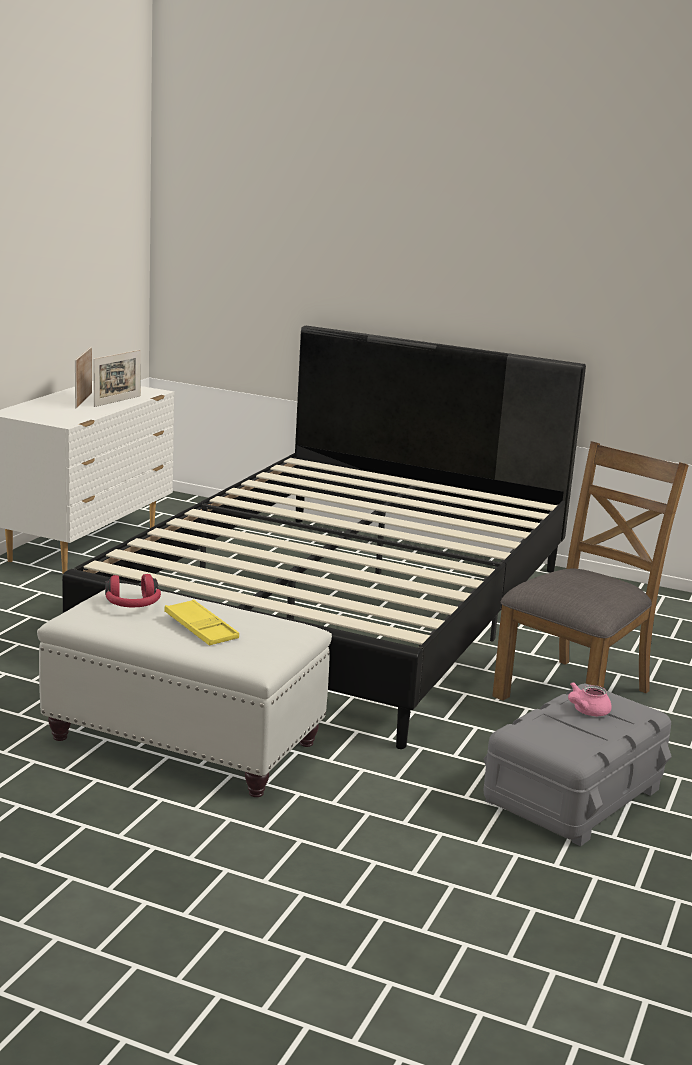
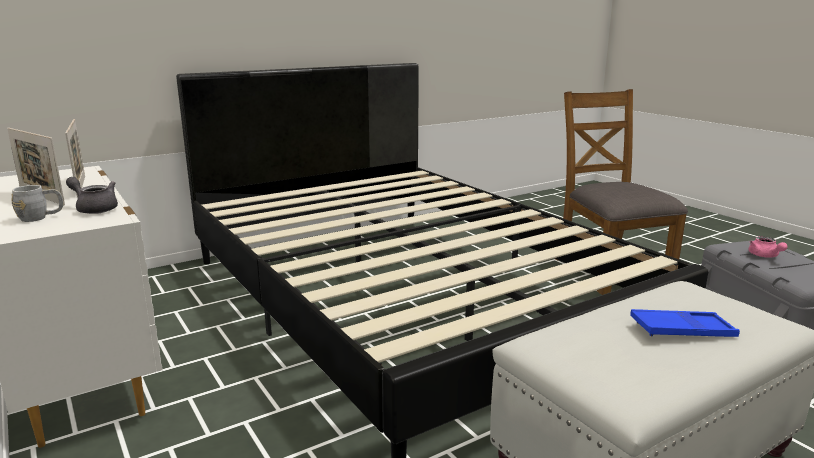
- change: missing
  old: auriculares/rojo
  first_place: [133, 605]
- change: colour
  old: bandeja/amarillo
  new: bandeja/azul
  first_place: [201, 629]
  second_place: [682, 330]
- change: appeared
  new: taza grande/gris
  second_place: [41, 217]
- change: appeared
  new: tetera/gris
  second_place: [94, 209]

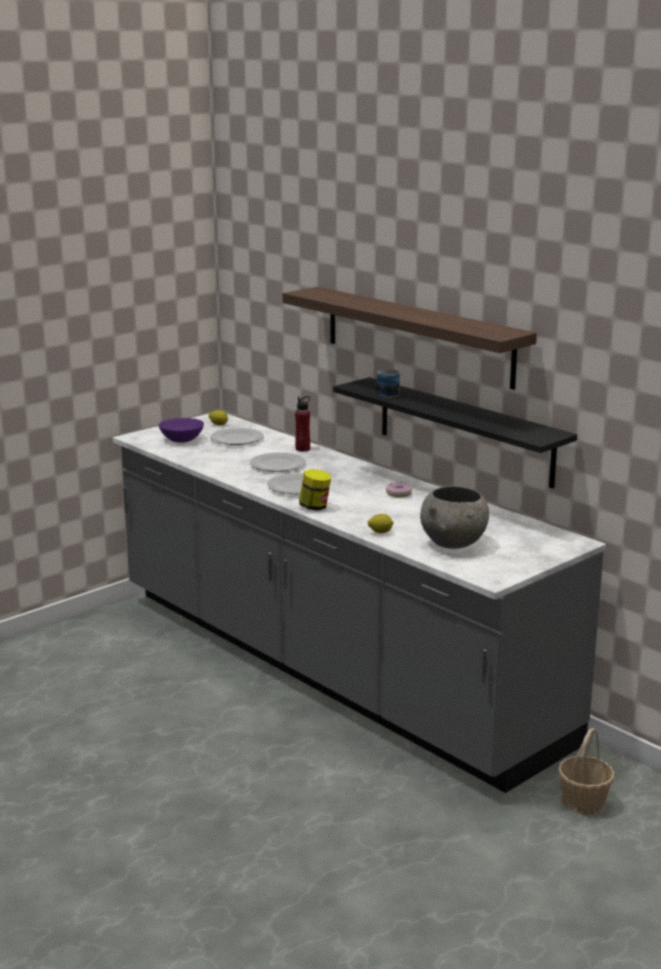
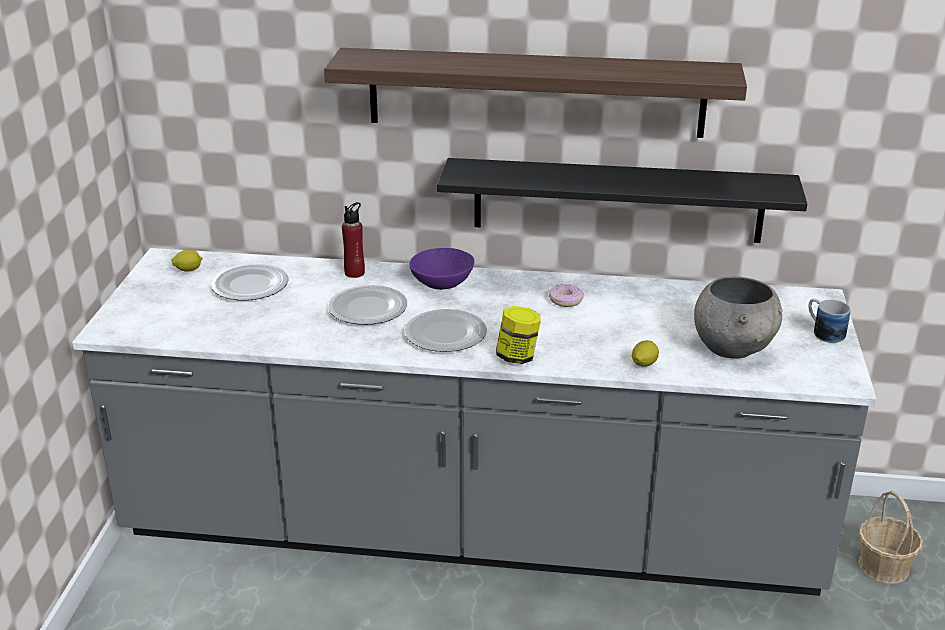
- change: relocated
  old: cuenco/morado
  first_place: [182, 440]
  second_place: [442, 283]
- change: relocated
  old: taza grande
  first_place: [388, 393]
  second_place: [823, 332]

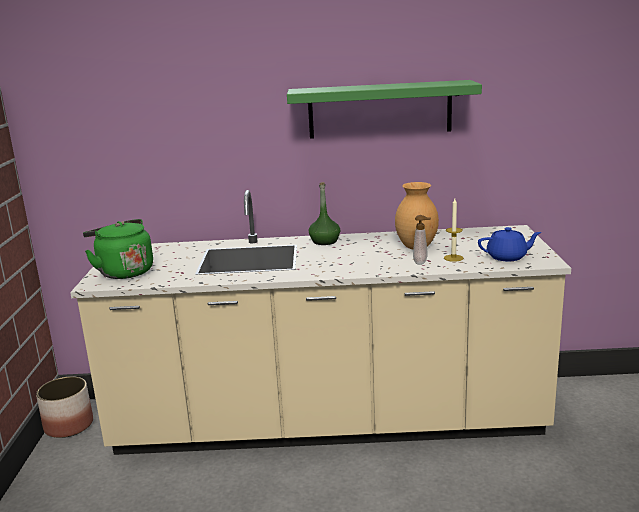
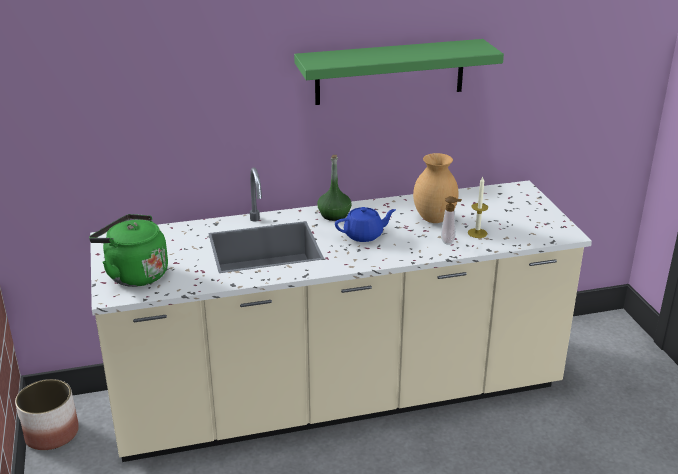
- change: relocated
  old: tetera/azul
  first_place: [507, 257]
  second_place: [364, 235]

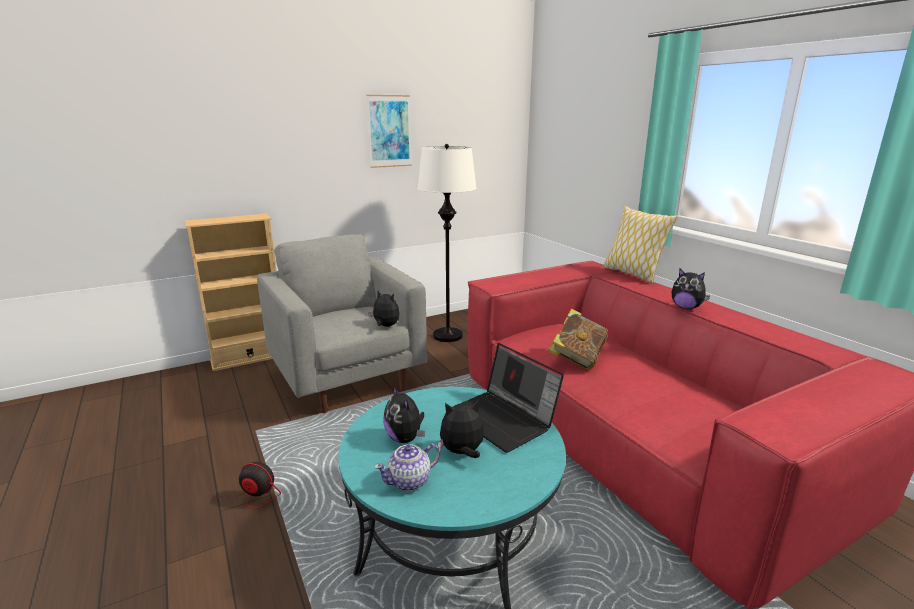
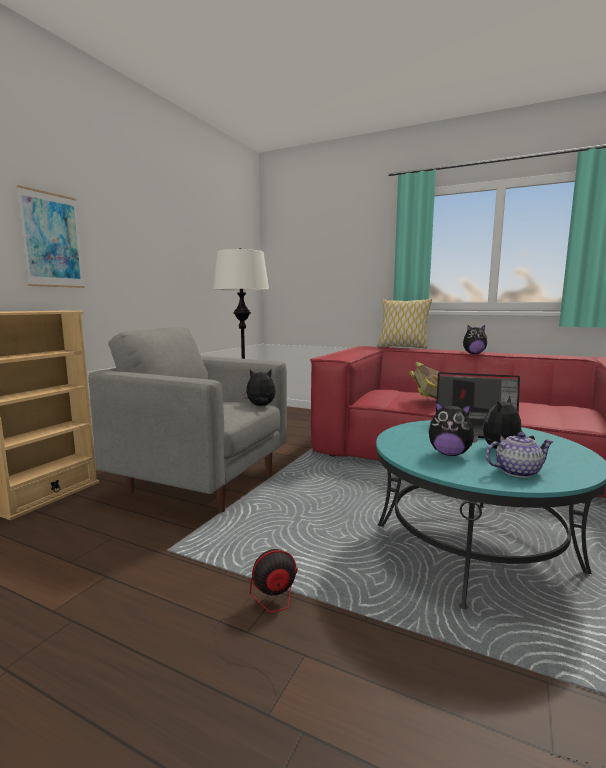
- change: relocated
  old: cuadro
  first_place: [389, 131]
  second_place: [52, 240]
- change: spun
  old: tetera
  first_place: [409, 481]
  second_place: [516, 472]
  degrees: -120

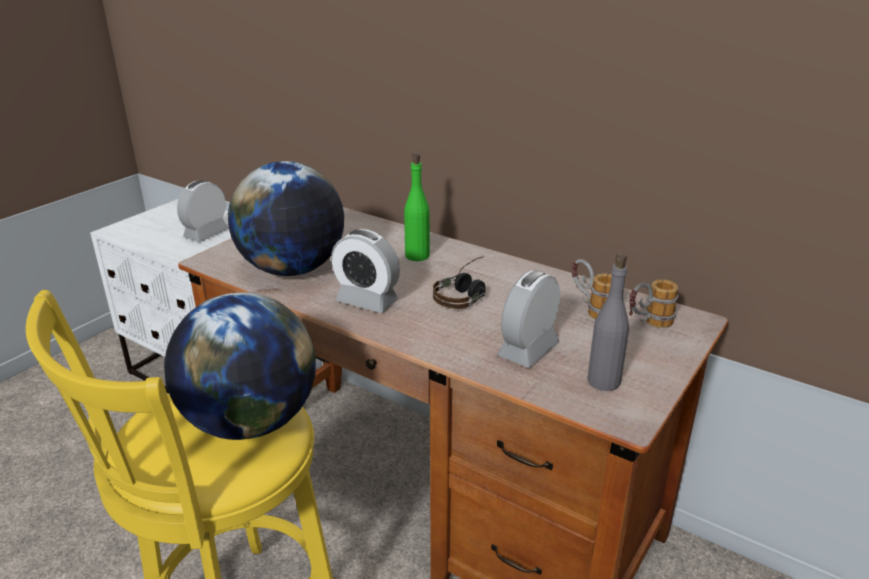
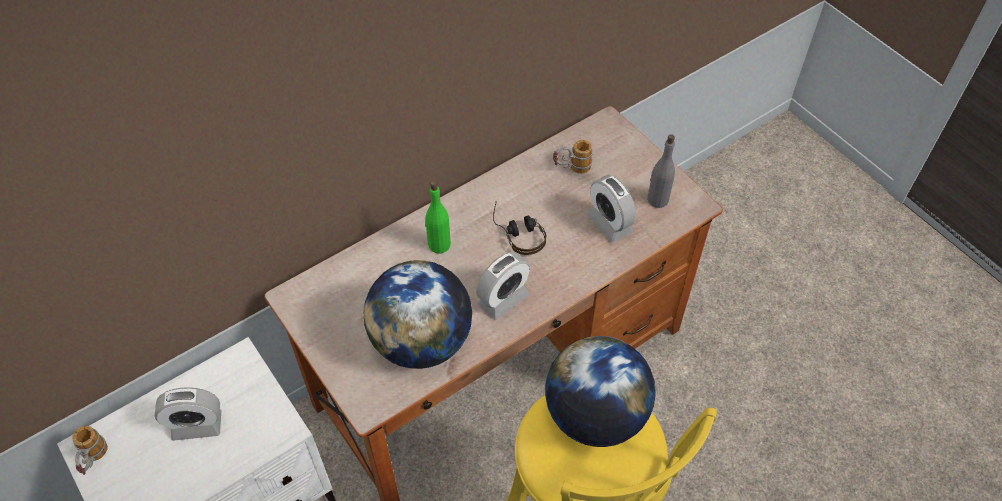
- change: spun
  old: despertador
  first_place: [206, 234]
  second_place: [197, 425]
  degrees: -60
- change: relocated
  old: taza grande
  first_place: [648, 324]
  second_place: [94, 460]

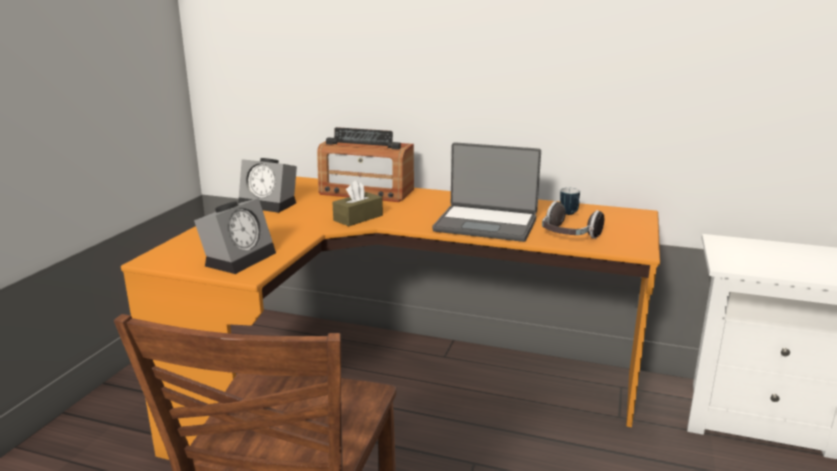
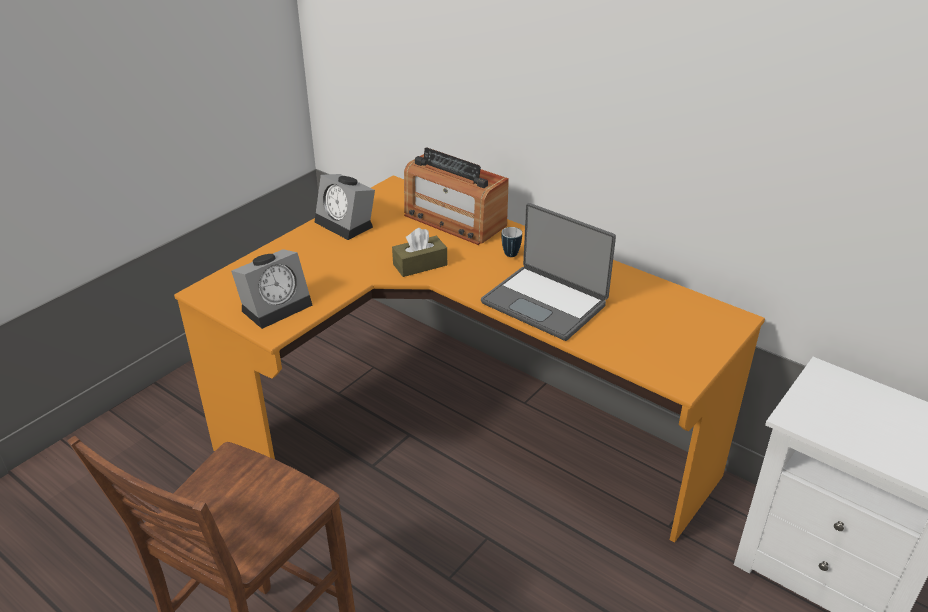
- change: missing
  old: auriculares
  first_place: [568, 236]
- change: relocated
  old: taza grande
  first_place: [570, 214]
  second_place: [511, 256]

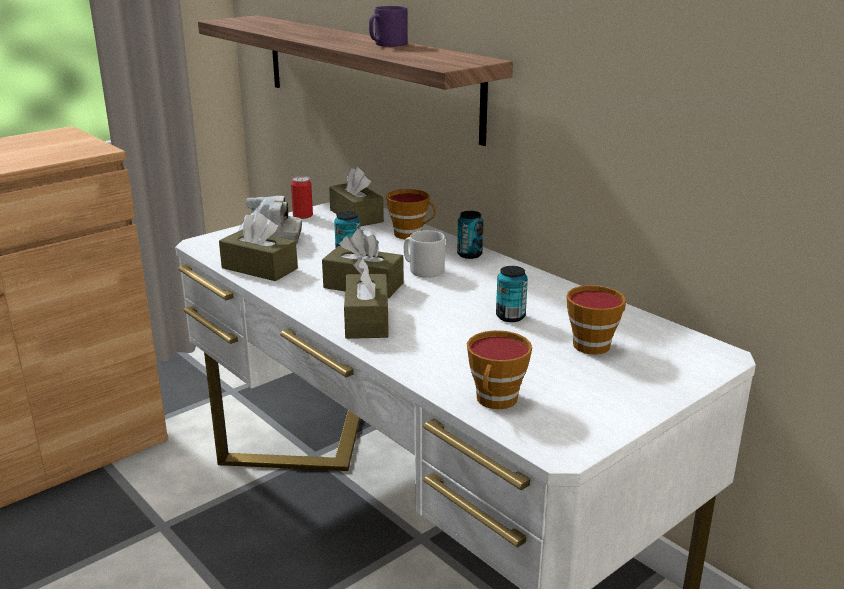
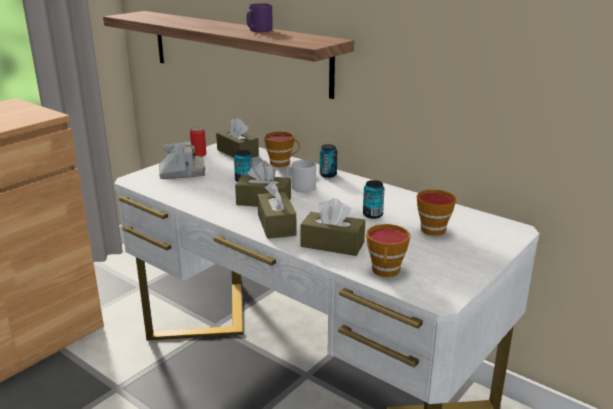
- change: relocated
  old: caja de pañuelos/marrón
  first_place: [259, 268]
  second_place: [332, 244]

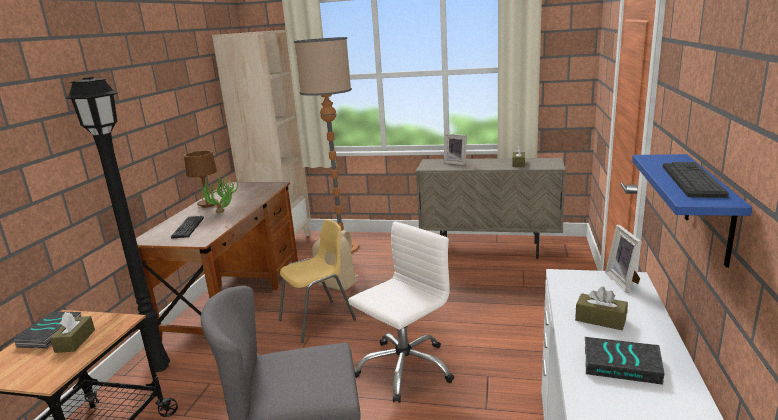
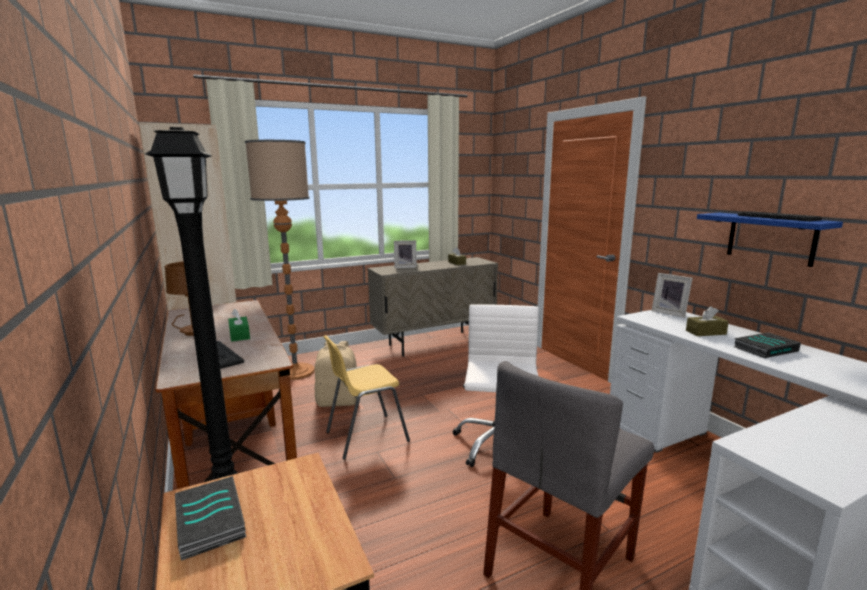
- change: missing
  old: caja de pañuelos/marrón
  first_place: [75, 341]
- change: exchanged
  old: planta en maceta
  new: caja de pañuelos/verde
  first_place: [224, 213]
  second_place: [239, 335]
- change: spun
  old: silla/amarillo
  first_place: [318, 320]
  second_place: [365, 436]
  degrees: -135

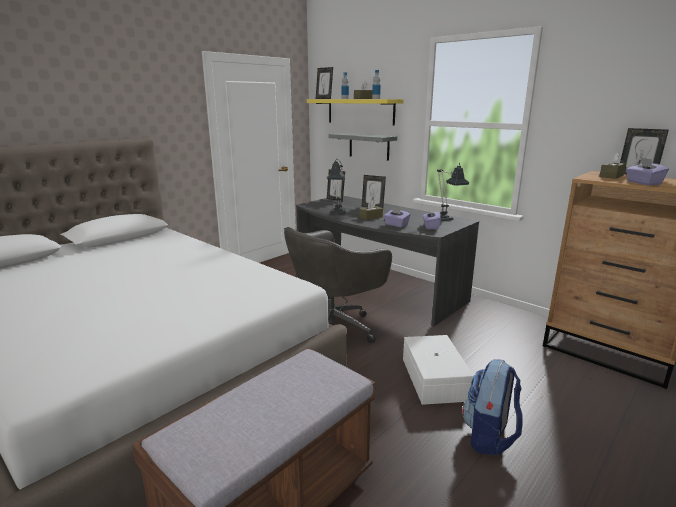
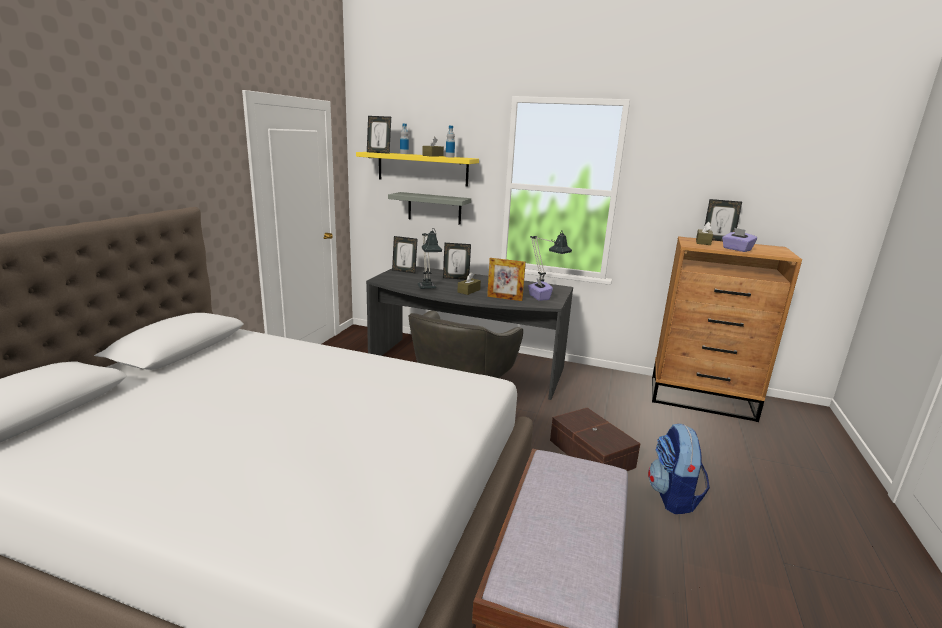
- change: exchanged
  old: caja de pañuelos/morado
  new: portarretratos
  first_place: [396, 225]
  second_place: [504, 298]
- change: colour
  old: caja de almacenaje/blanco
  new: caja de almacenaje/marrón
  first_place: [433, 379]
  second_place: [590, 454]

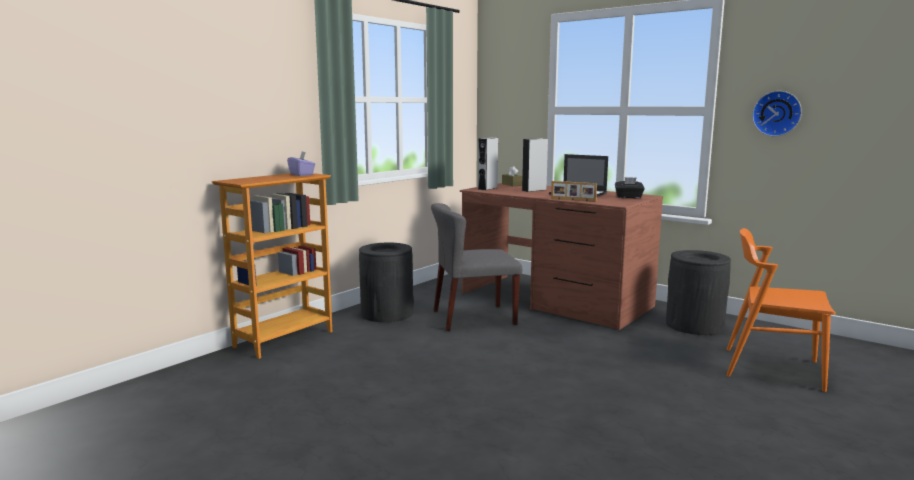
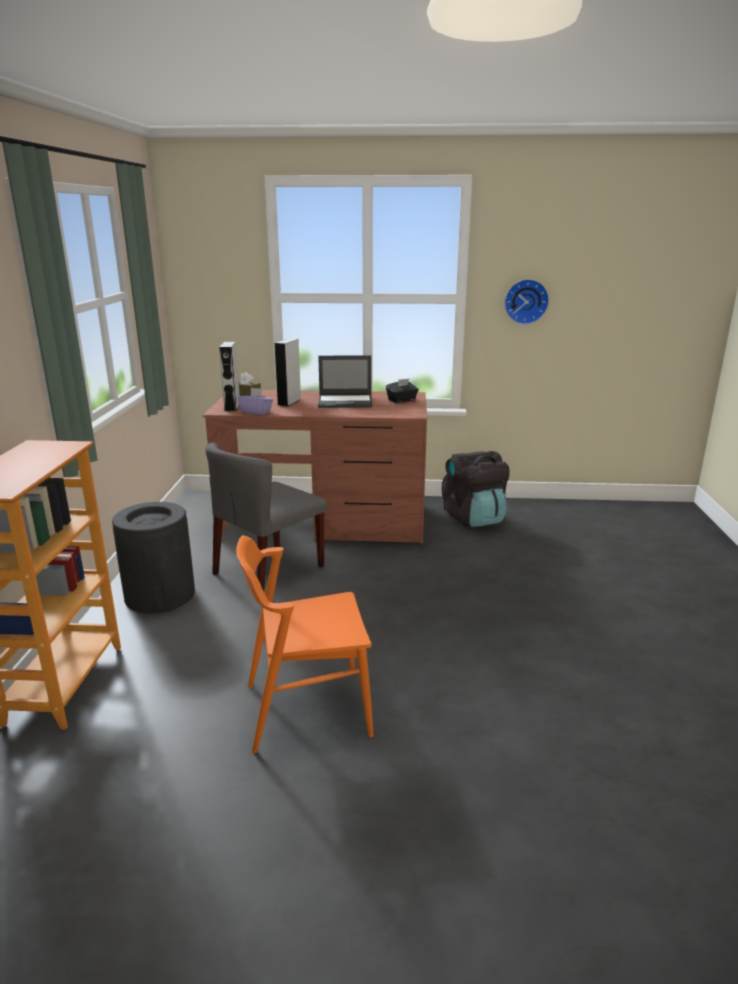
- change: relocated
  old: caja de pañuelos/morado
  first_place: [302, 174]
  second_place: [256, 412]
- change: missing
  old: portarretratos
  first_place: [573, 200]
- change: exchanged
  old: papelera/negro
  new: mochila/negro
  first_place: [694, 325]
  second_place: [474, 518]
- change: relocated
  old: silla/naranja
  first_place: [772, 368]
  second_place: [306, 709]

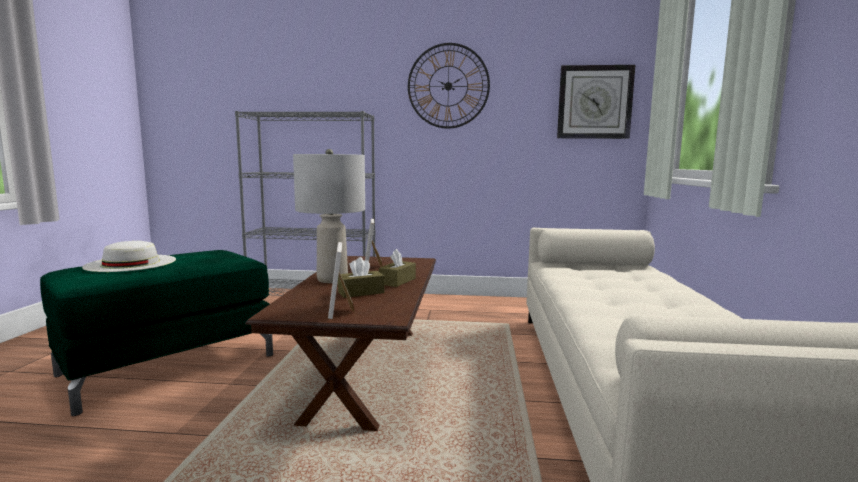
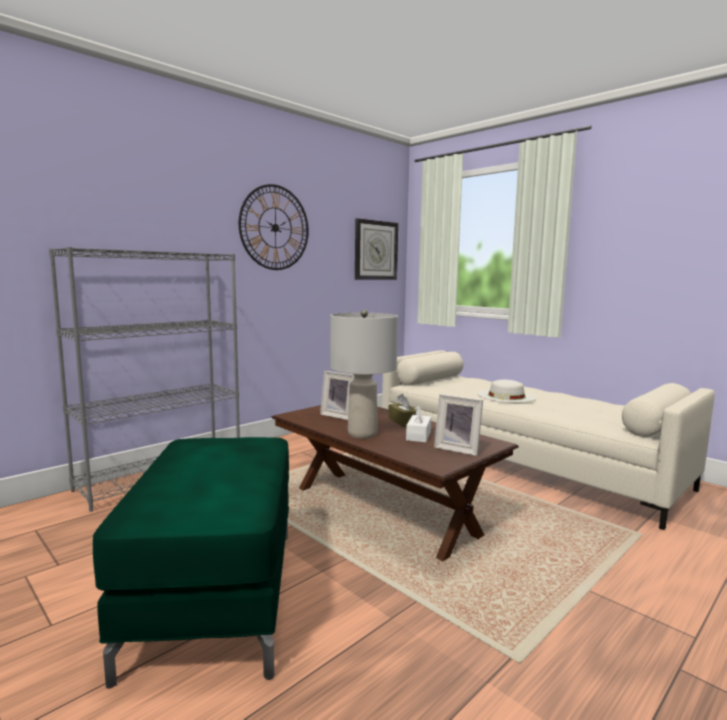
- change: relocated
  old: sombrero/blanco
  first_place: [131, 263]
  second_place: [506, 396]
- change: colour
  old: caja de pañuelos/marrón
  new: caja de pañuelos/blanco
  first_place: [361, 292]
  second_place: [418, 435]

